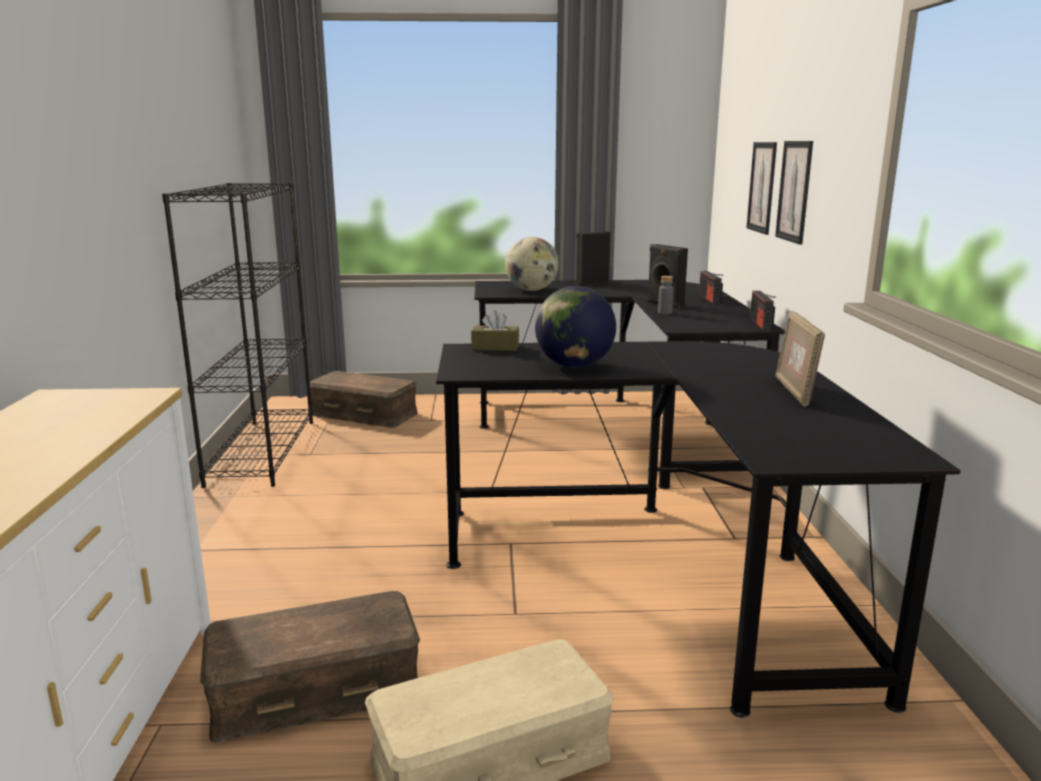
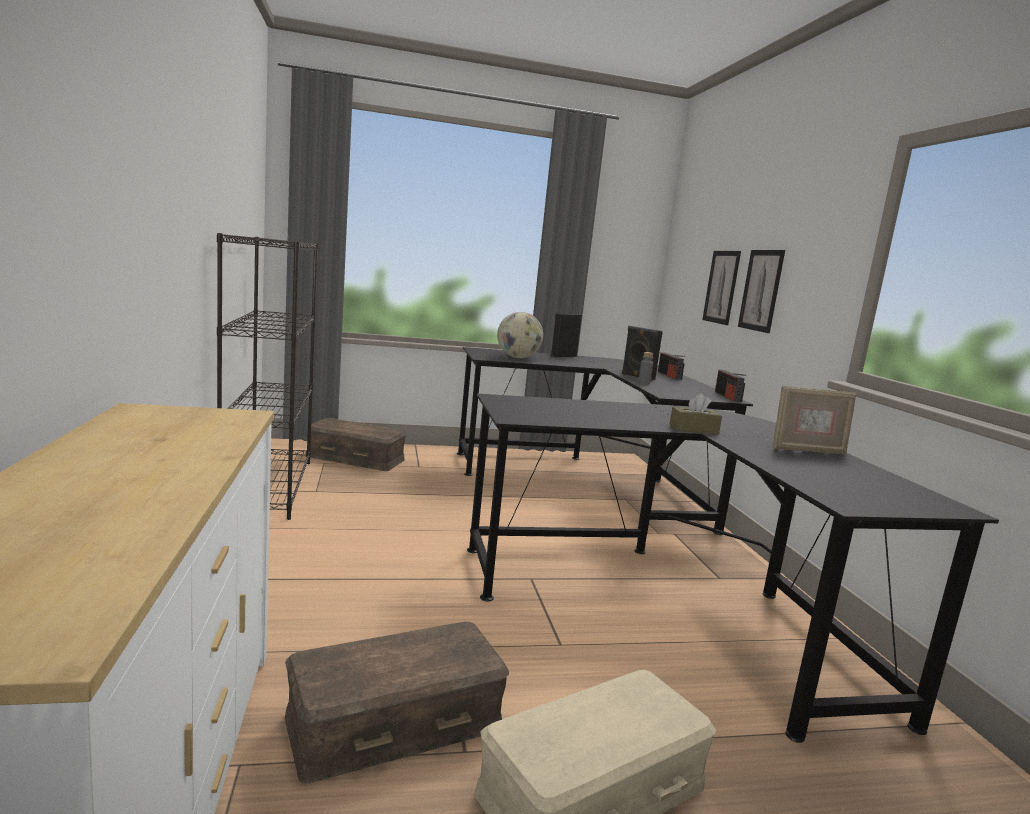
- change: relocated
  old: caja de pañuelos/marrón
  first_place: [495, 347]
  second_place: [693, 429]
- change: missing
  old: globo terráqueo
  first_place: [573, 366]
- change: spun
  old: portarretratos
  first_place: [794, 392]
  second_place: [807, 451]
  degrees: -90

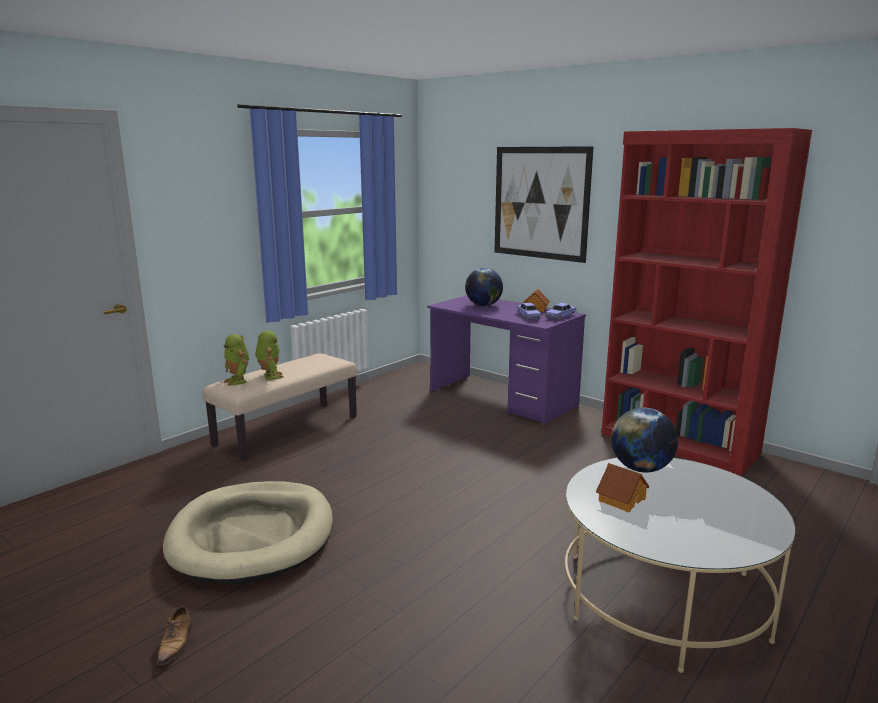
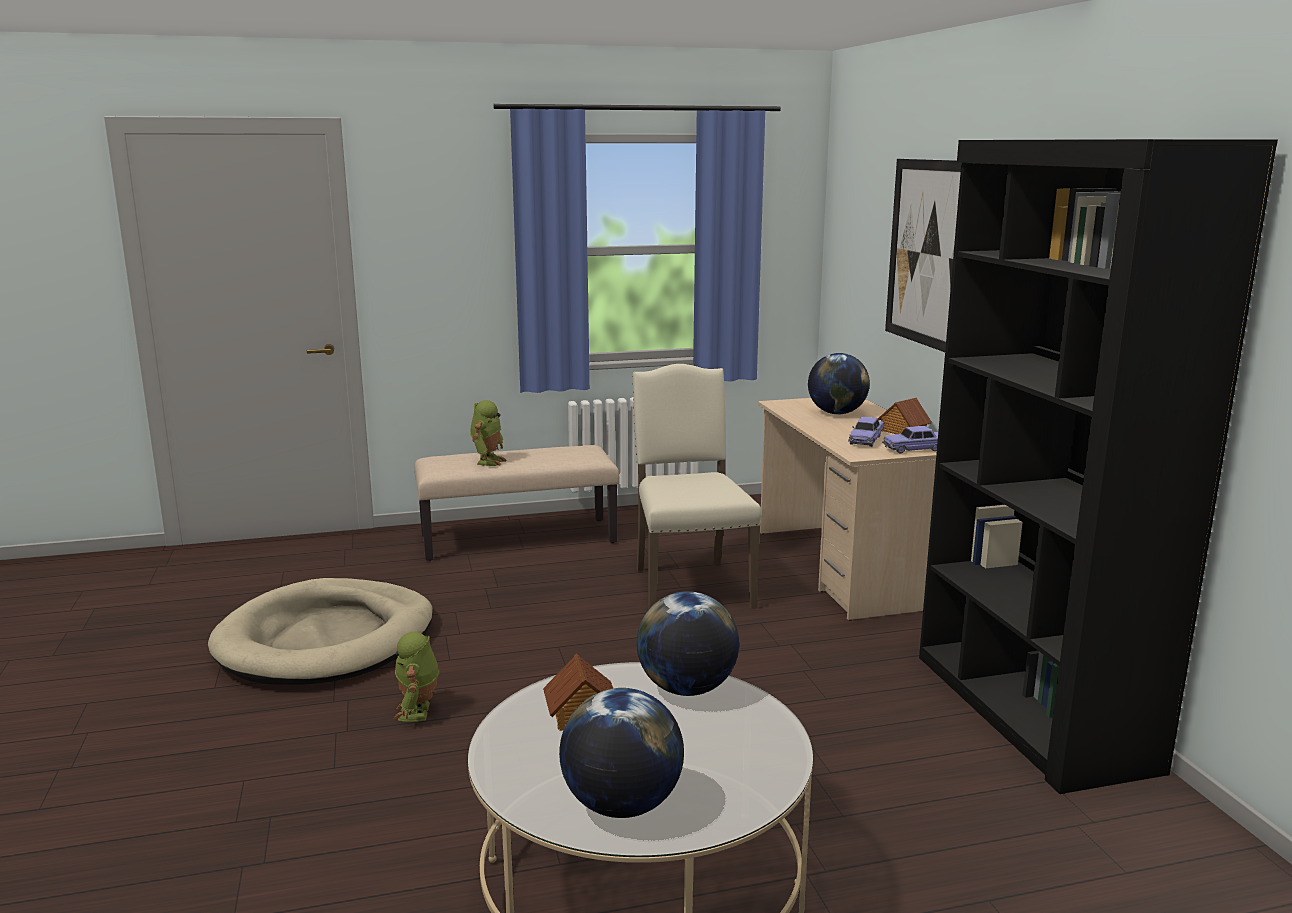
- change: missing
  old: zapato
  first_place: [176, 643]
- change: relocated
  old: robot de juguete
  first_place: [238, 381]
  second_place: [418, 712]
- change: colour
  old: escritorio/morado
  new: escritorio/beis
  first_place: [502, 398]
  second_place: [847, 568]
- change: colour
  old: estantería/rojo
  new: estantería/negro
  first_place: [678, 444]
  second_place: [1030, 711]
- change: appeared
  new: globo terráqueo
  second_place: [622, 805]
- change: appeared
  new: silla/beis
  second_place: [689, 586]

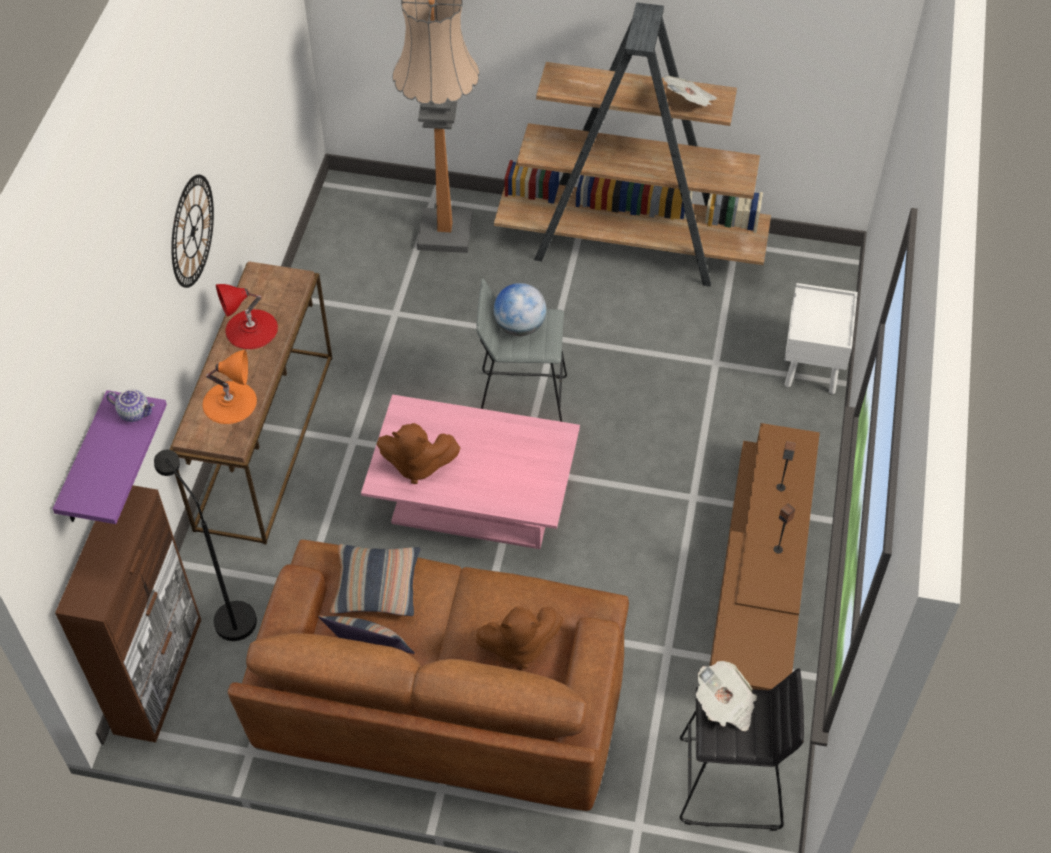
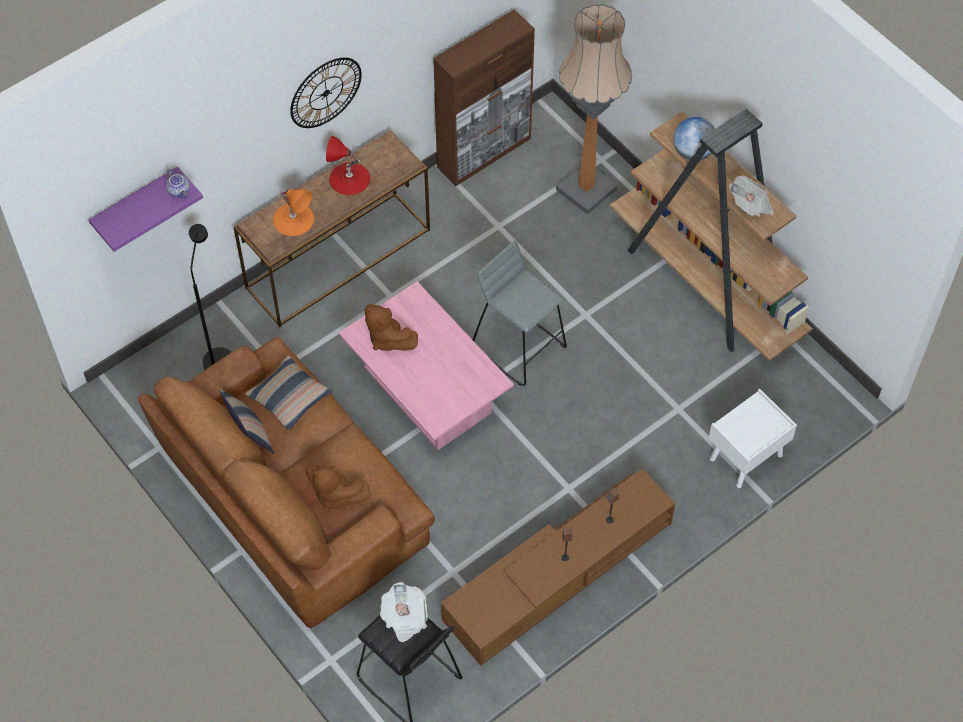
- change: relocated
  old: armario/marrón
  first_place: [159, 675]
  second_place: [484, 152]
- change: relocated
  old: globo terráqueo
  first_place: [520, 326]
  second_place: [693, 152]

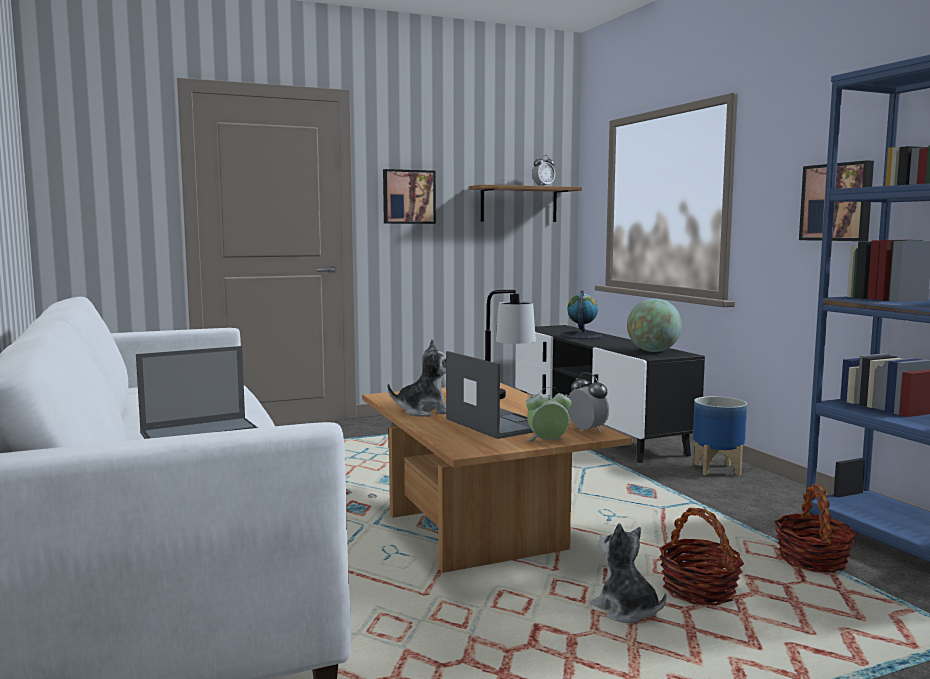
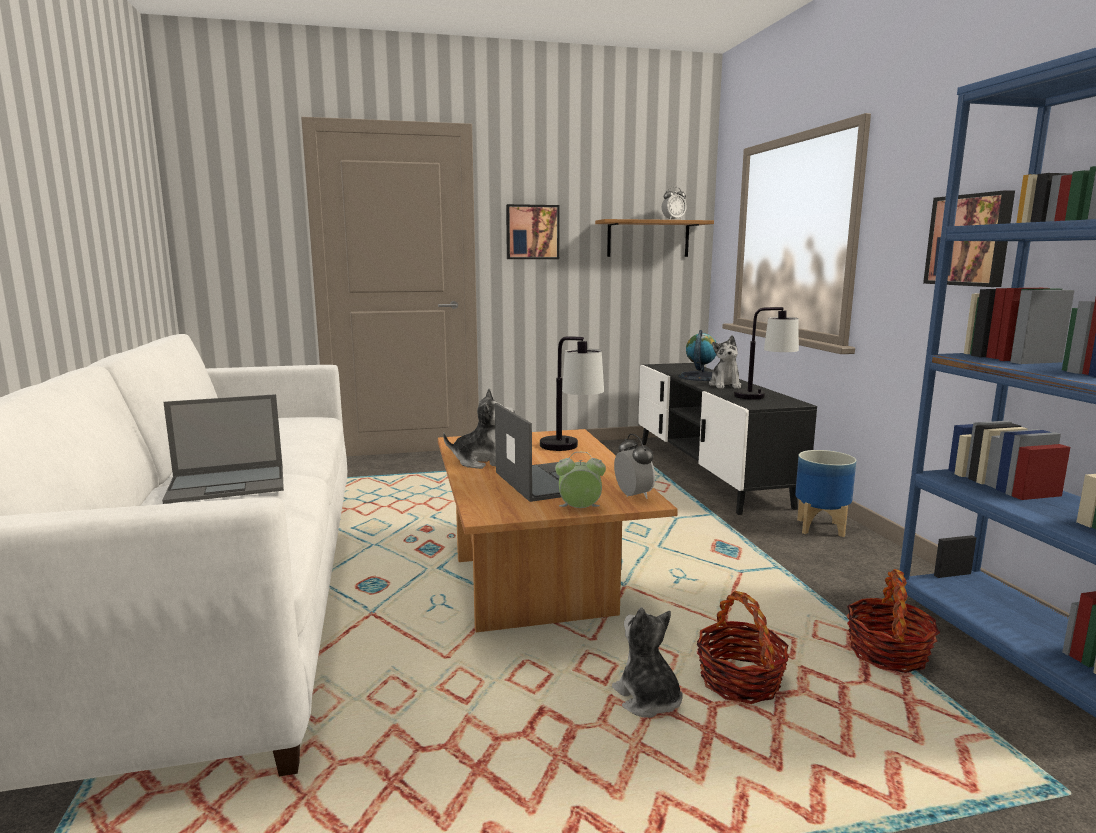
- change: exchanged
  old: globo terráqueo
  new: lámpara de mesa
  first_place: [653, 351]
  second_place: [763, 398]
- change: appeared
  new: peluche
  second_place: [725, 385]

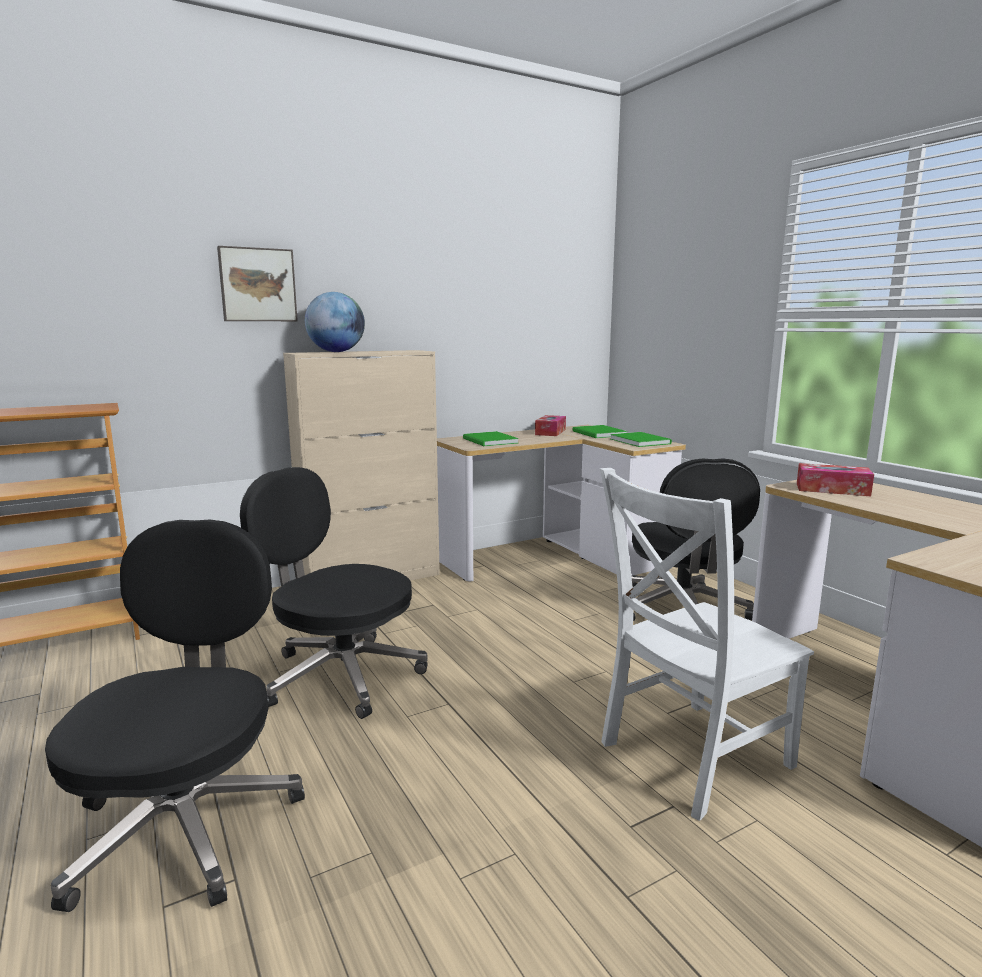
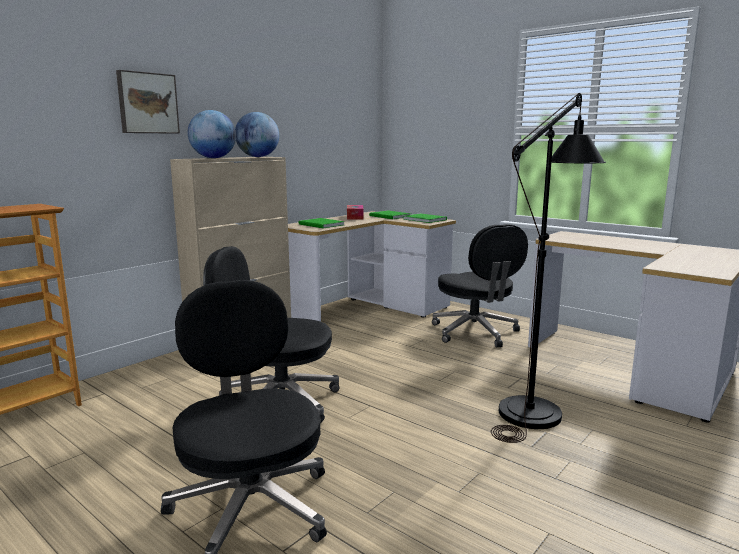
- change: exchanged
  old: silla/blanco
  new: lámpara de pie/negro
  first_place: [690, 757]
  second_place: [537, 407]
- change: missing
  old: caja de pañuelos
  first_place: [832, 489]
- change: appeared
  new: globo terráqueo
  second_place: [258, 157]

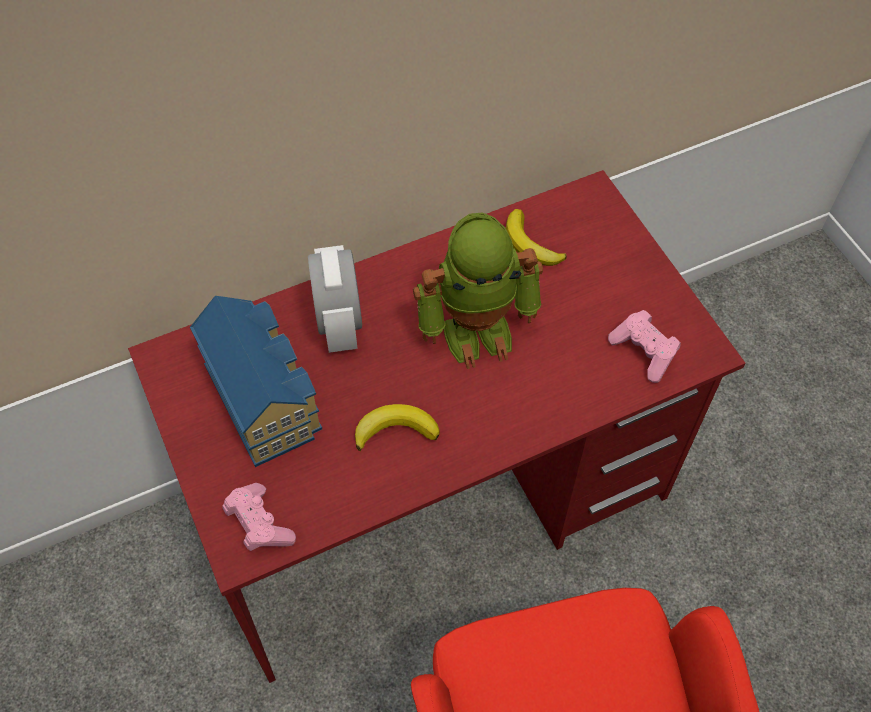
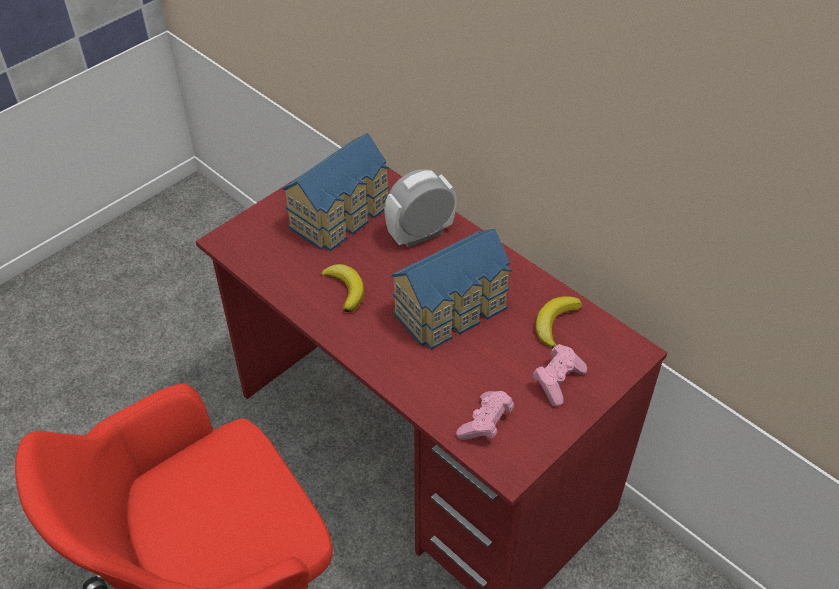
- change: relocated
  old: mando de consola/rosa
  first_place: [259, 524]
  second_place: [557, 381]
- change: exchanged
  old: robot de juguete
  new: casita
  first_place: [477, 329]
  second_place: [454, 311]

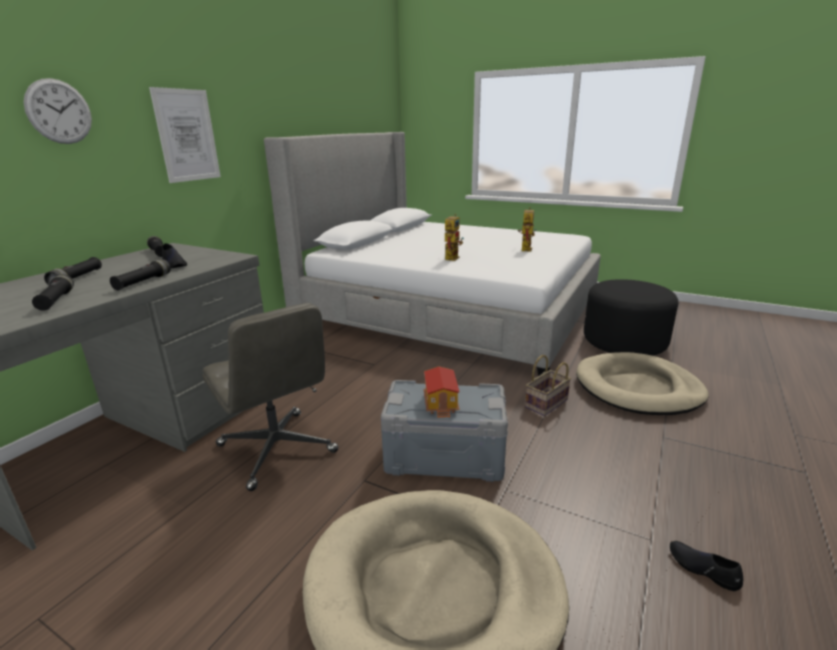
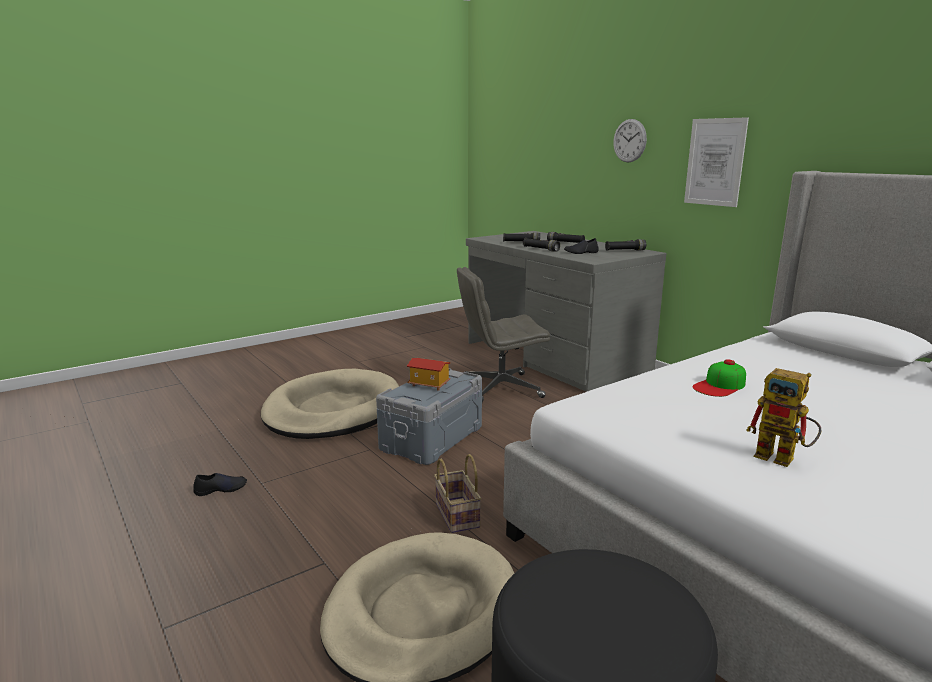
- change: exchanged
  old: robot de juguete
  new: gorra
  first_place: [452, 257]
  second_place: [720, 386]

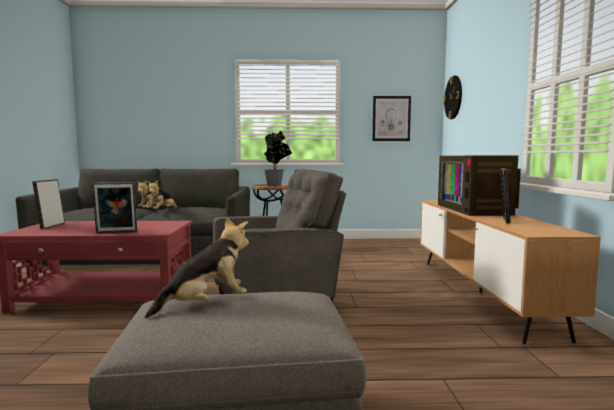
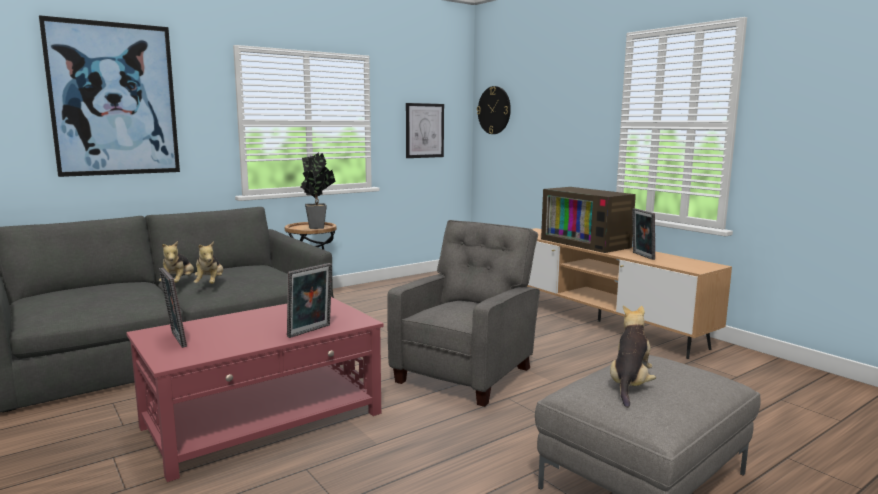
- change: appeared
  new: cuadro
  second_place: [114, 99]

